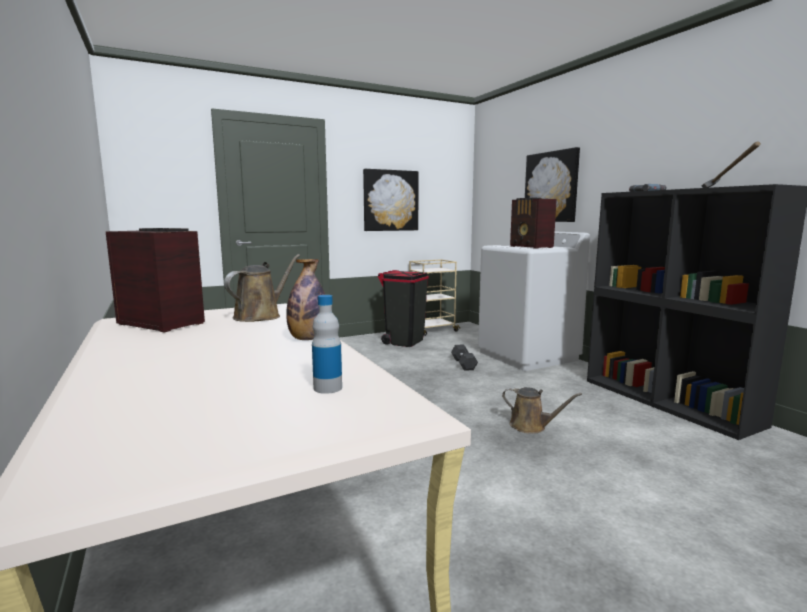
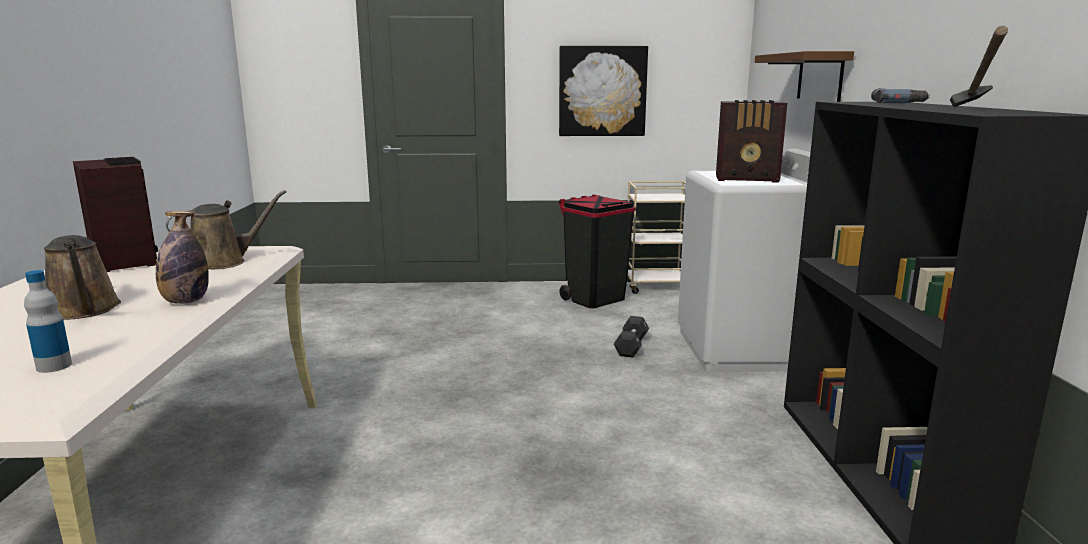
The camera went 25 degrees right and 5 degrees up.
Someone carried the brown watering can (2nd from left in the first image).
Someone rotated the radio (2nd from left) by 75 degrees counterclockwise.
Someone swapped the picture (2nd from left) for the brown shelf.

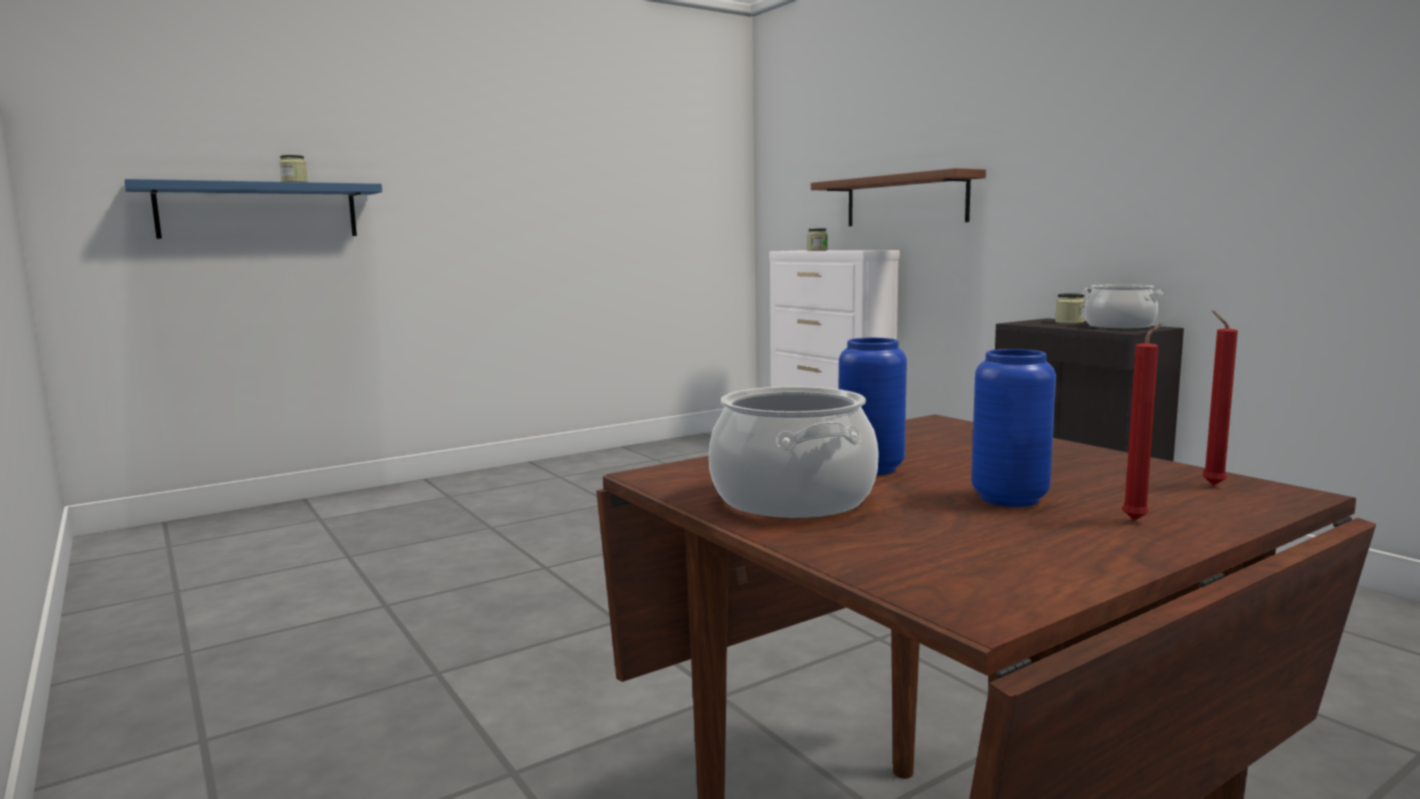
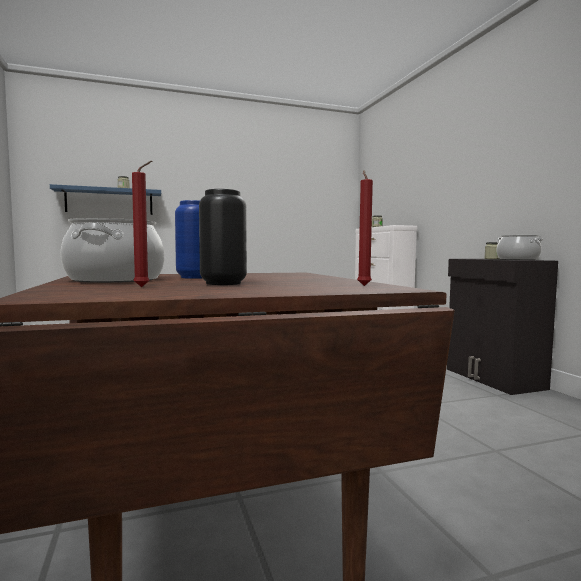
The camera went 15 degrees right and 5 degrees down.
Someone carried the red candle (1st from left).
Someone repainted the blue vase (2nd from left), which became the black vase.
Someone took away the brown shelf.

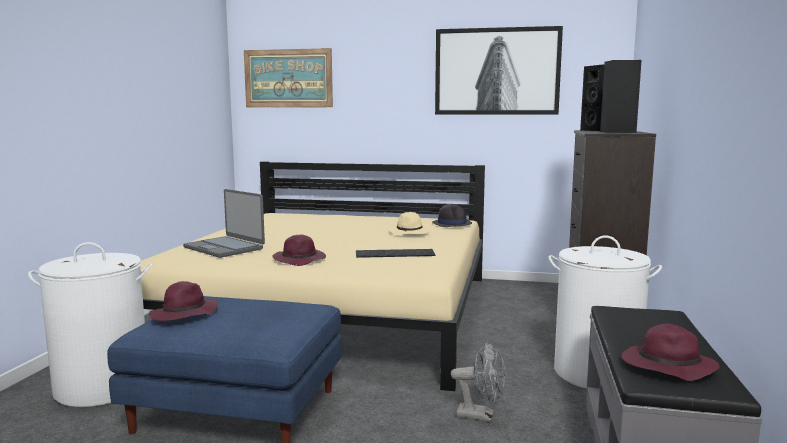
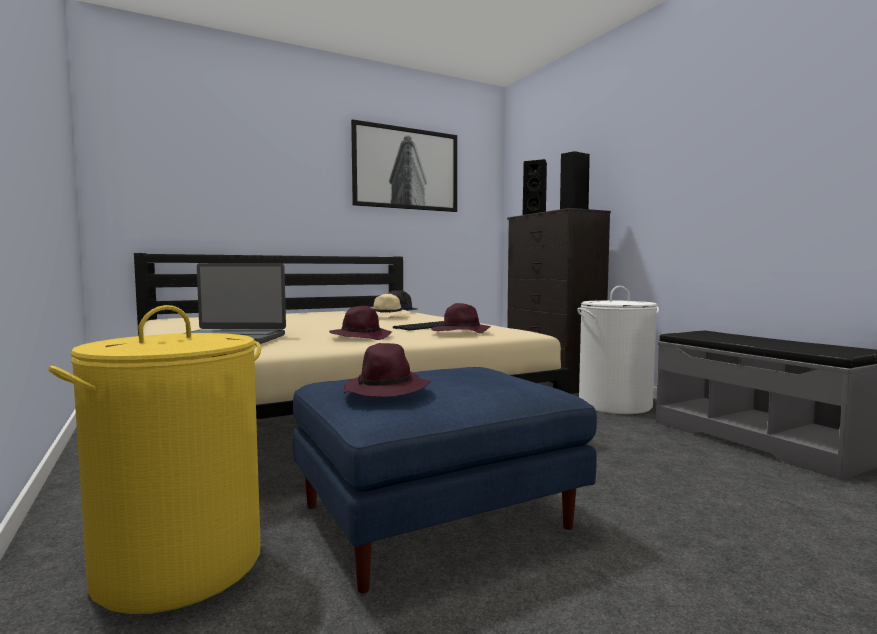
The camera went 40 degrees left and 5 degrees down.
Someone repainted the white laundry basket (1st from left), which became the yellow laundry basket.
Someone carried the purple hat (3rd from left).
Someone took away the picture (1st from left).
Someone took away the grey fan.

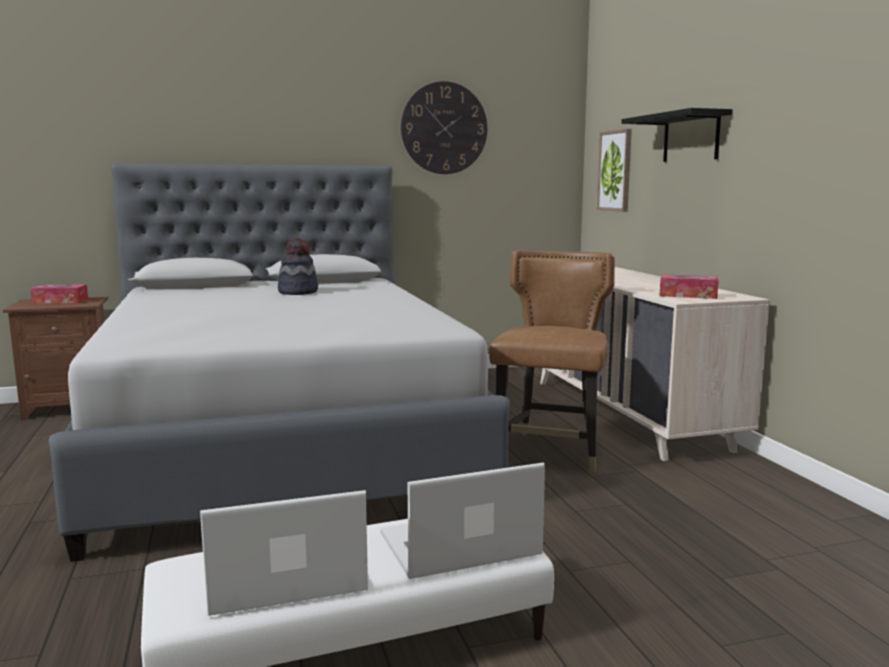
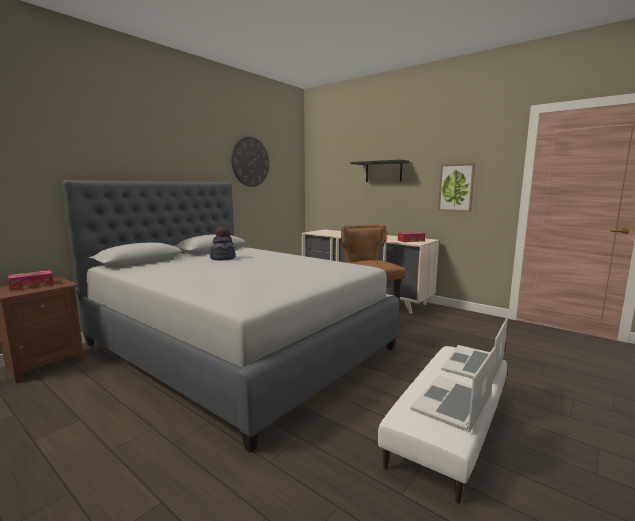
The camera went 35 degrees left and 0 degrees up.
Someone carried the picture.

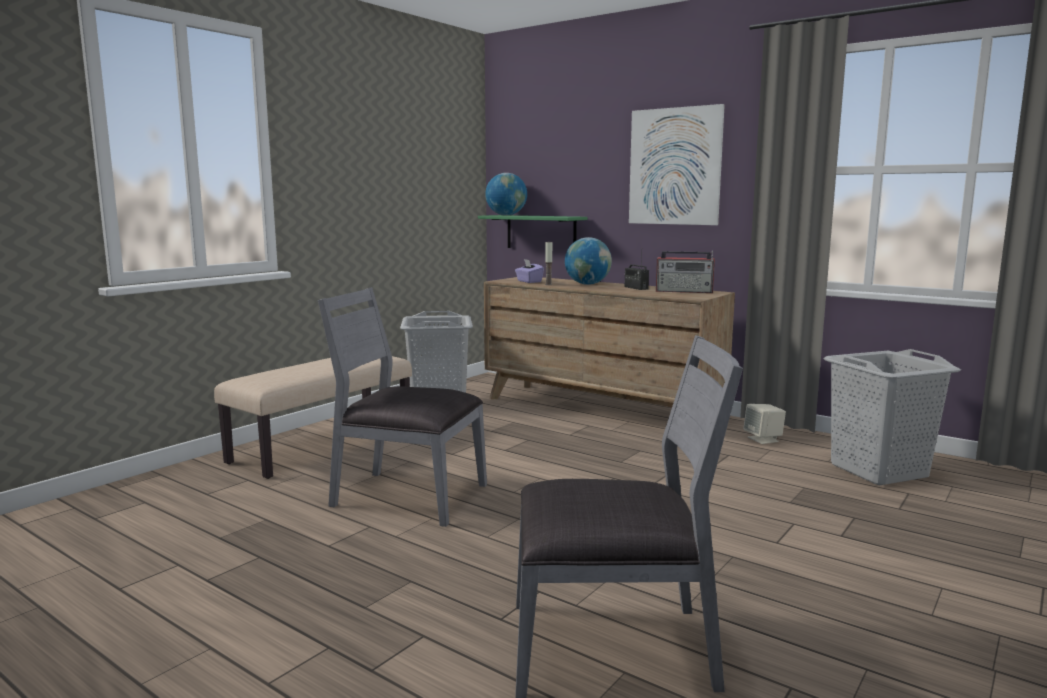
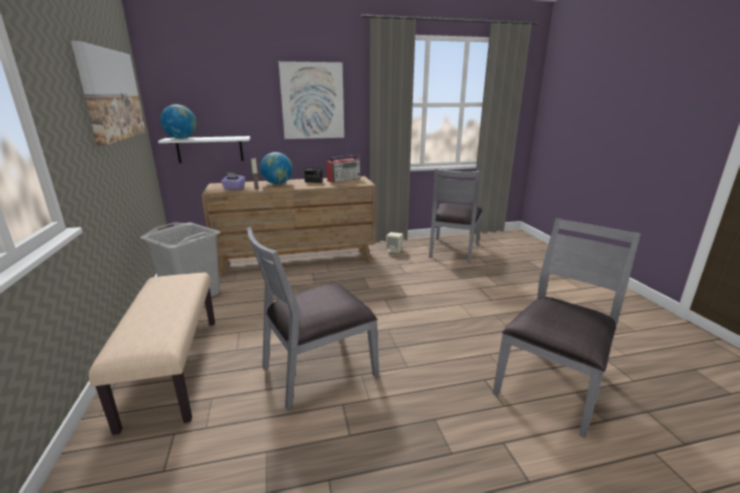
The camera went 50 degrees left and 10 degrees up.
Someone put up the picture (1st from left).
Someone repainted the green shelf, which became the white shelf.
Someone swapped the grey laundry basket (2nd from left) for the grey chair (2nd from left).

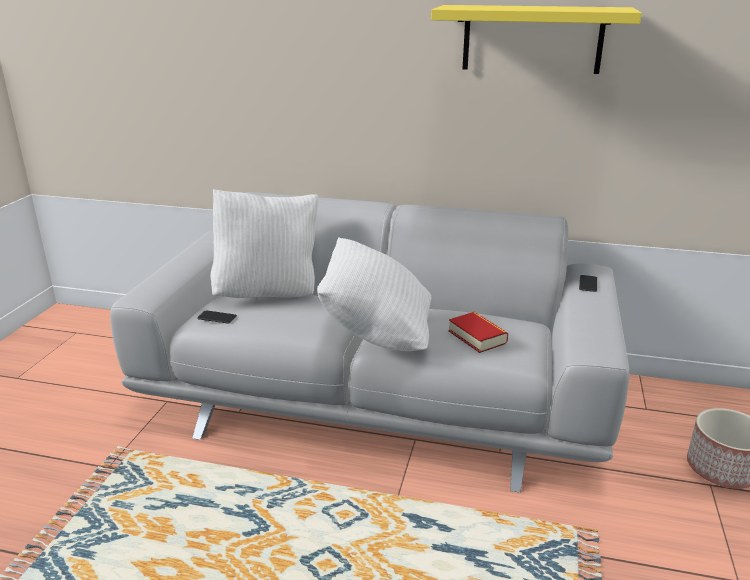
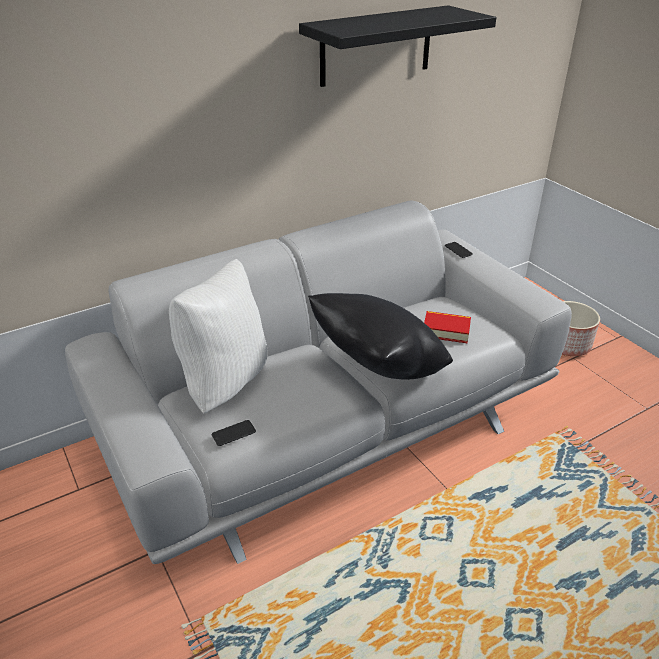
The camera went 45 degrees left and 10 degrees up.
Someone repainted the yellow shelf, which became the black shelf.
Someone repainted the white pillow (2nd from left), which became the black pillow.

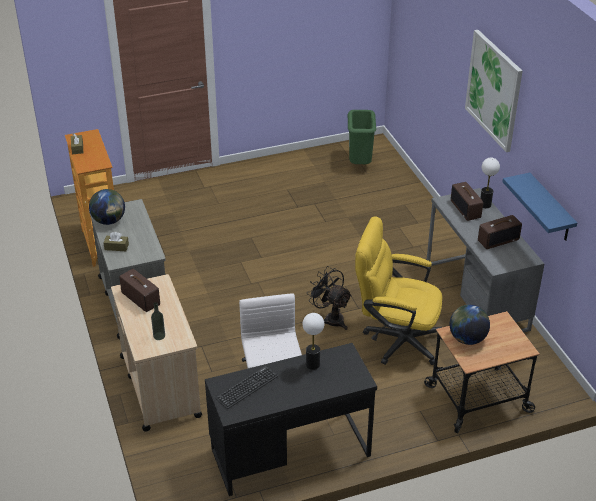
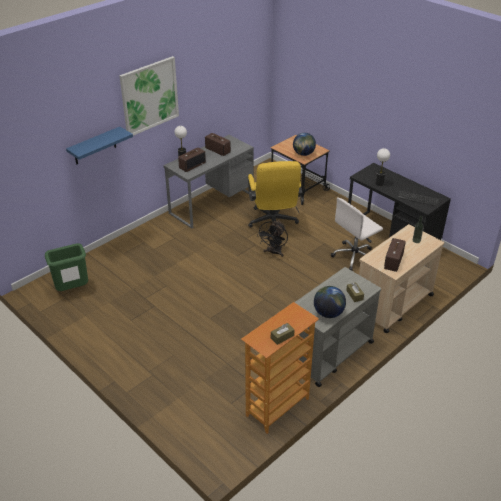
The camera went 115 degrees left and 0 degrees up.
Someone carried the blue shelf.

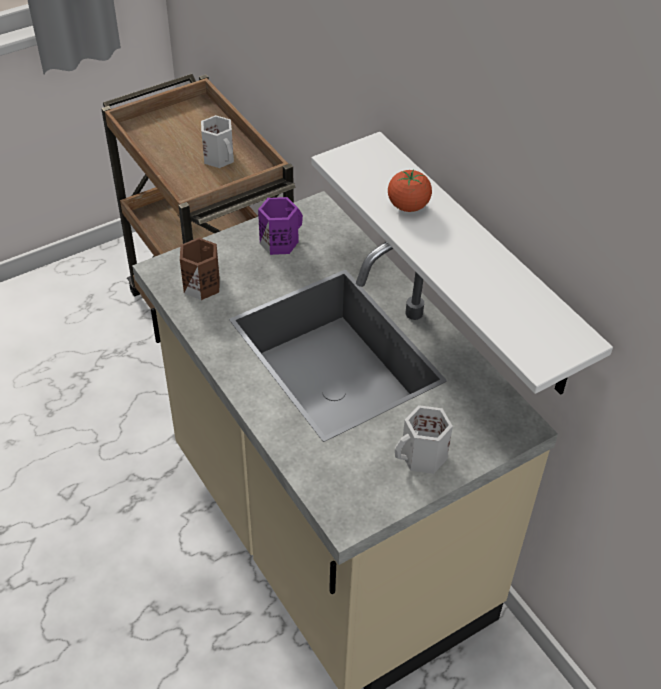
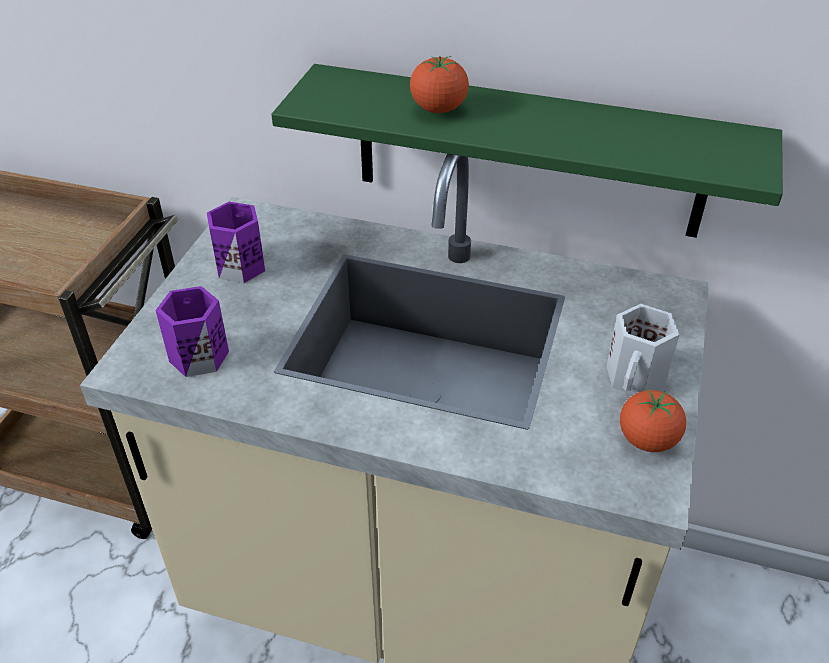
The camera went 40 degrees left and 5 degrees down.
Someone repainted the brown mug, which became the purple mug (1st from left).
Someone repainted the white shelf, which became the green shelf.
Someone put down the tomato (2nd from left).
Someone took away the white mug (1st from left).

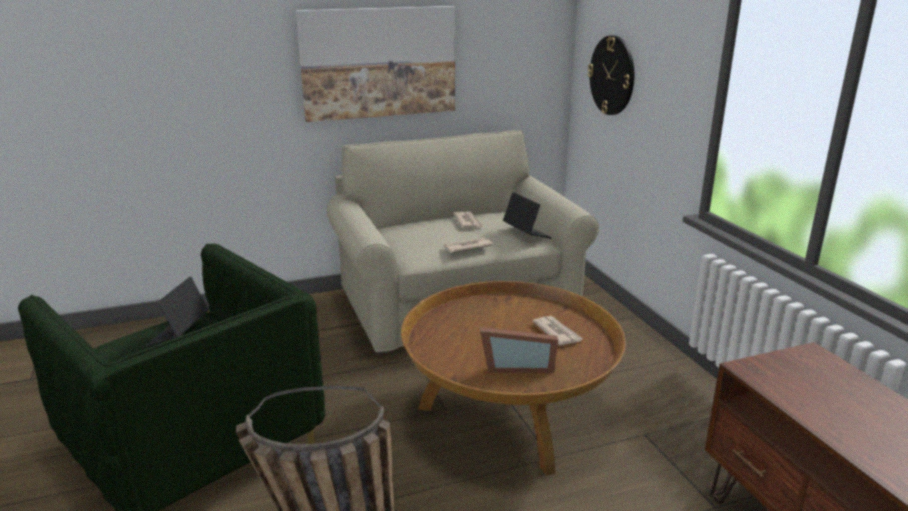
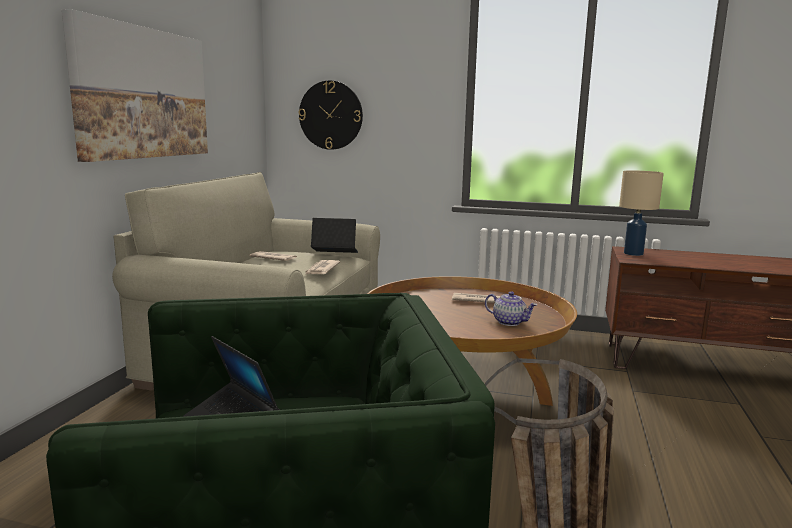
The camera went 55 degrees left and 10 degrees down.
Someone swapped the picture frame for the teapot.
Someone put down the beige table lamp.

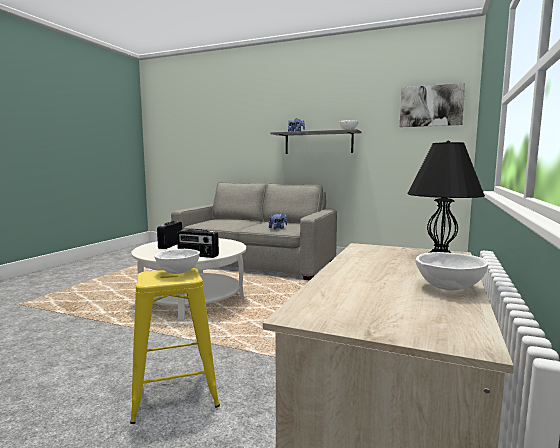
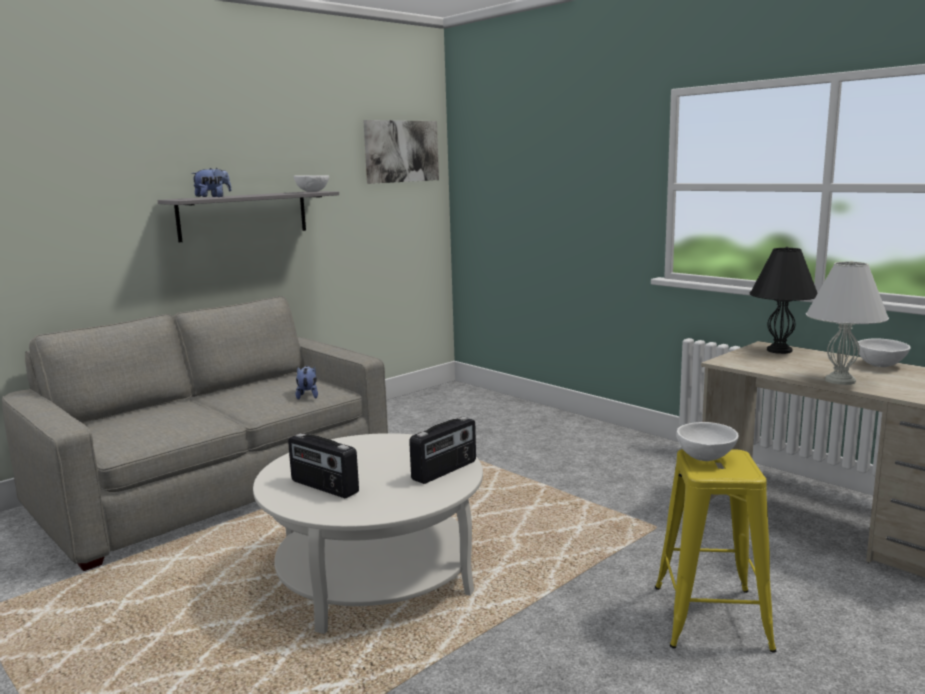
The camera went 65 degrees left and 5 degrees up.
Someone put down the white table lamp.

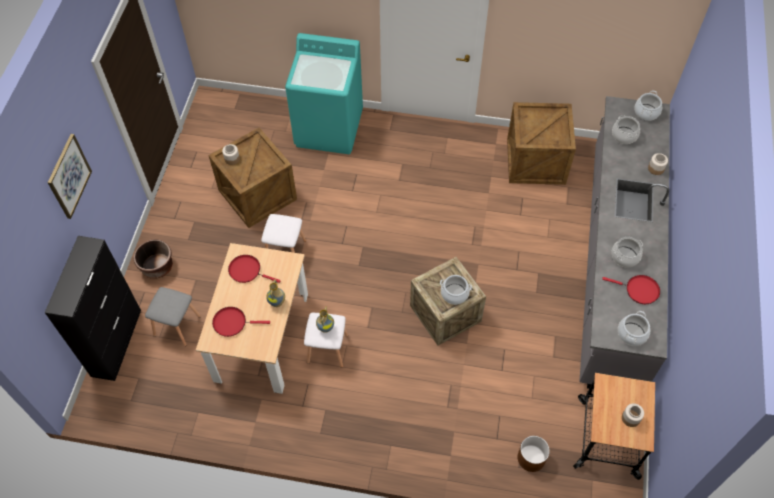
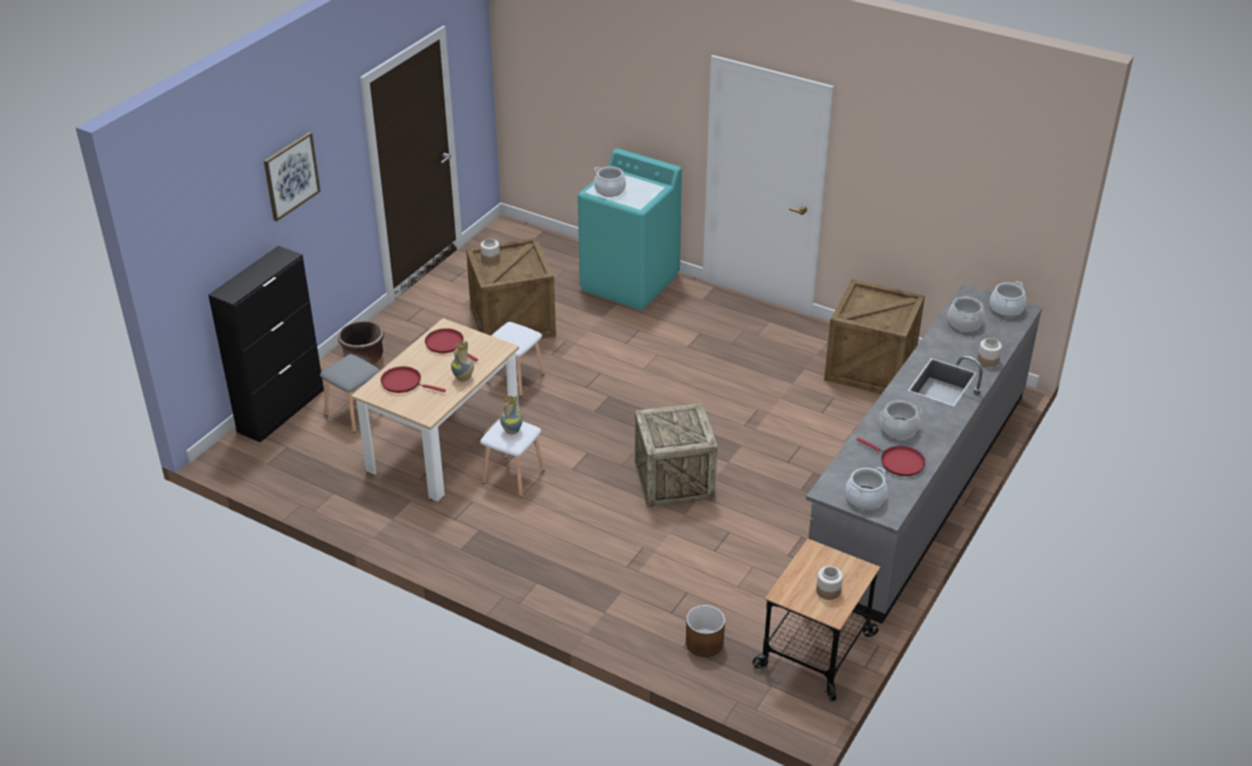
The camera went 20 degrees right and 20 degrees down.
Someone carried the cooking pot (1st from left).

